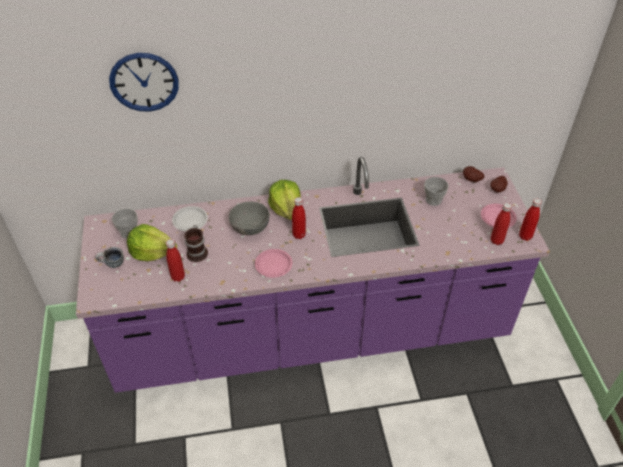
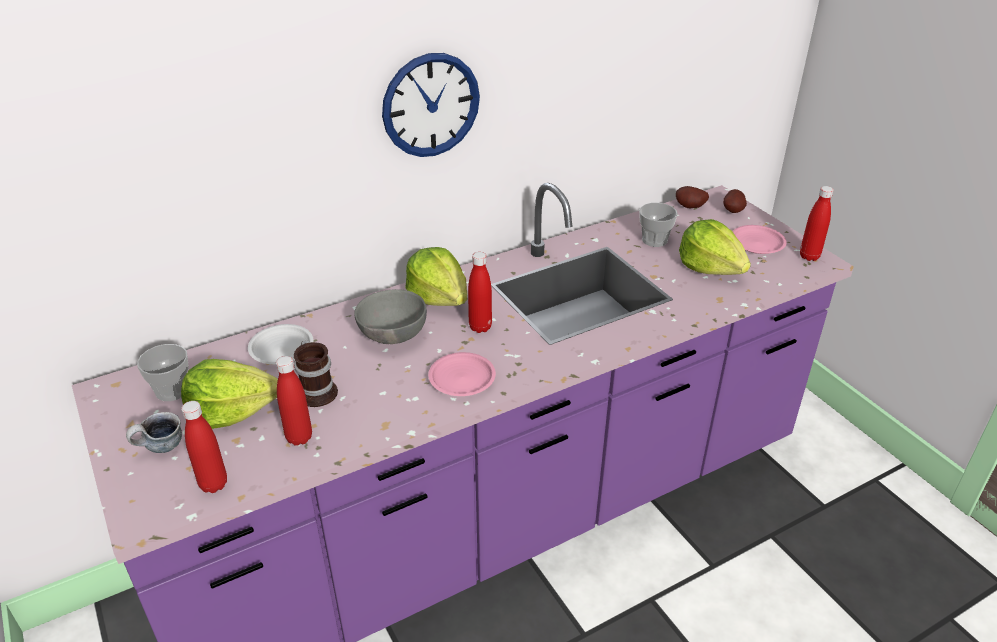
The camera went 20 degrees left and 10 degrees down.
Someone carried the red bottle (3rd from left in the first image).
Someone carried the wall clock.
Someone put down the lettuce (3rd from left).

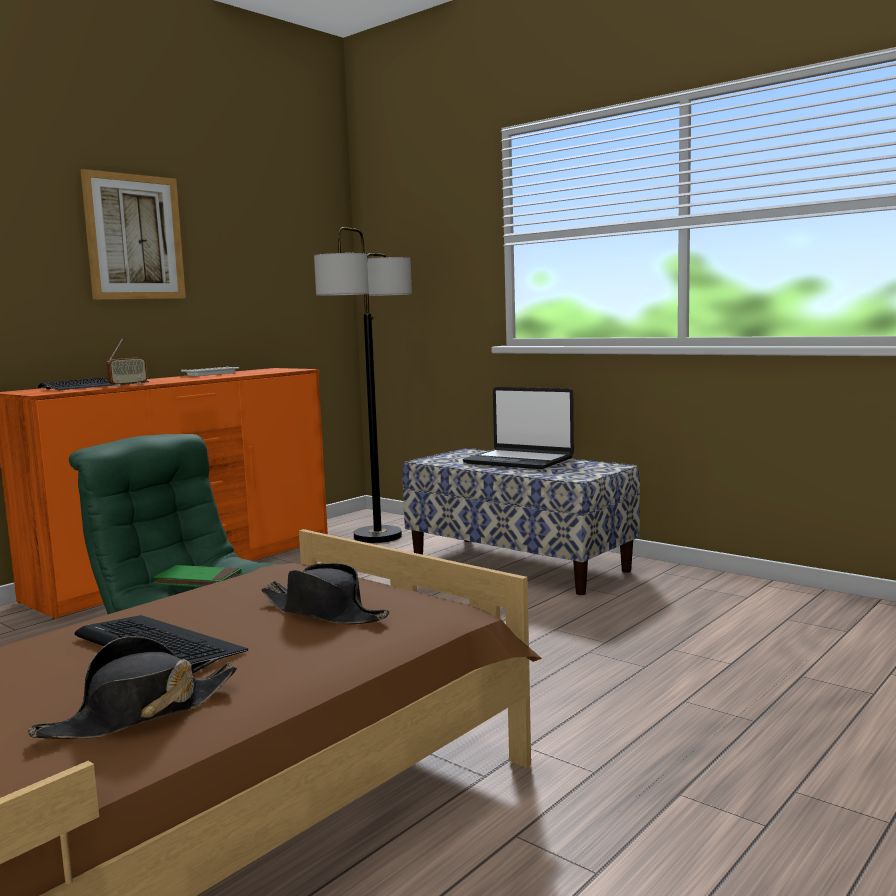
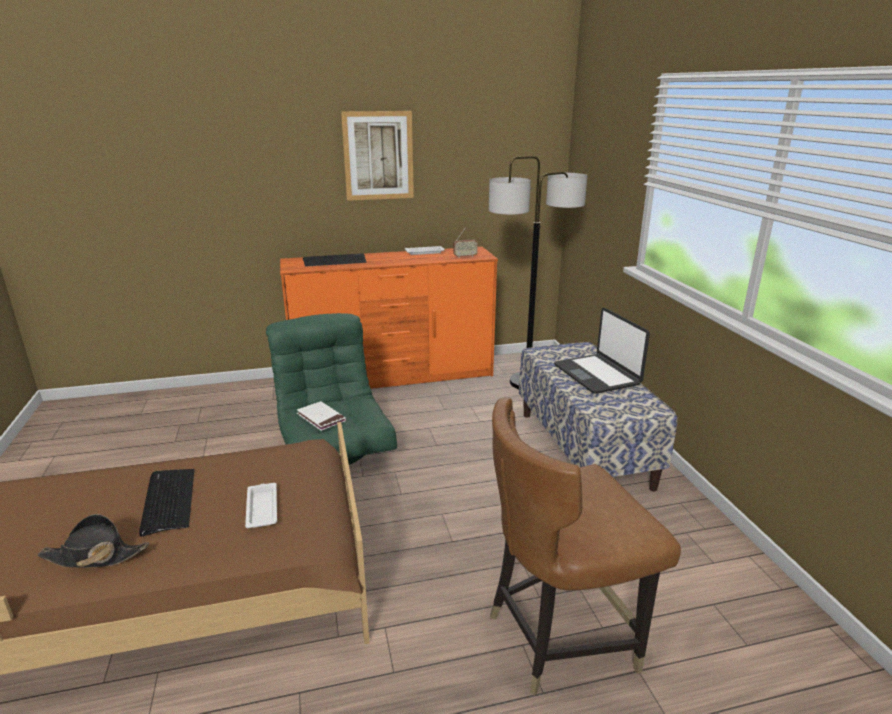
The camera went 35 degrees right and 15 degrees up.
Someone swapped the black hat (2nd from left) for the white tray (1st from left).
Someone repainted the green book, which became the white book.
Someone carried the radio.
Someone put down the brown chair.

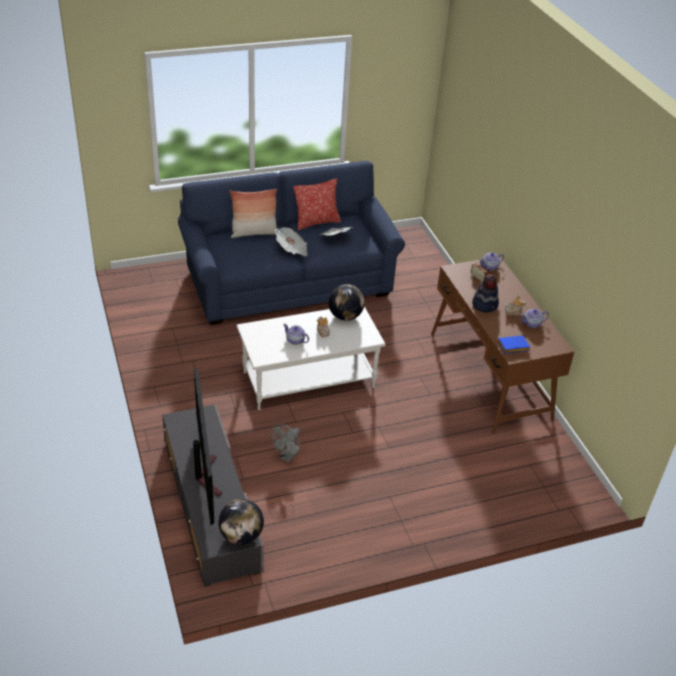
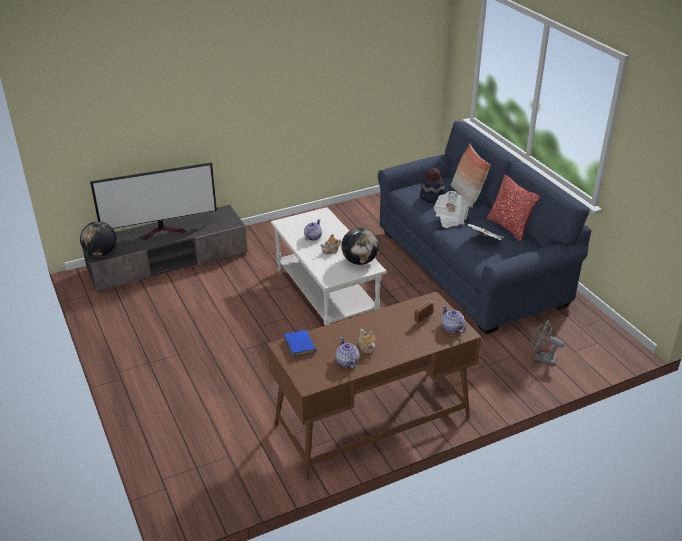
The camera went 85 degrees right and 5 degrees down.
Someone carried the hat.
Someone carried the grey fan.

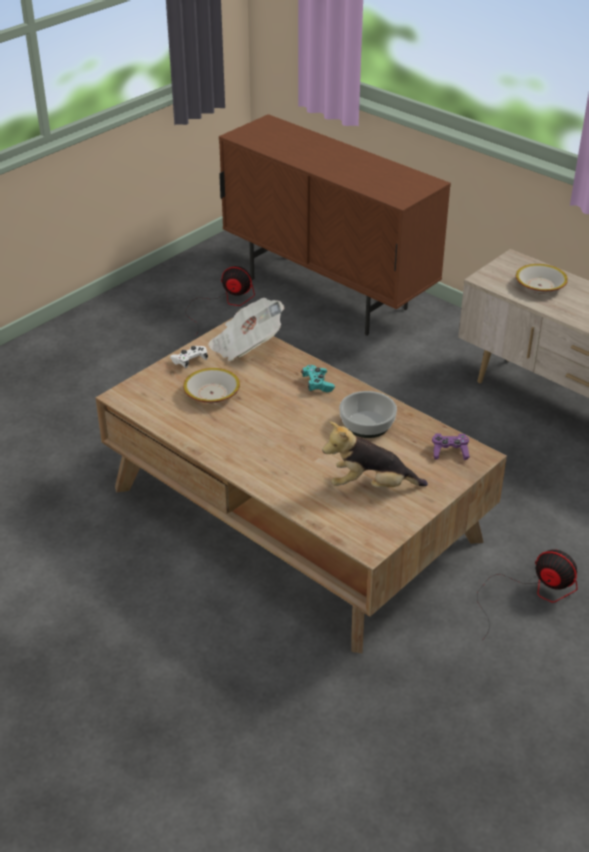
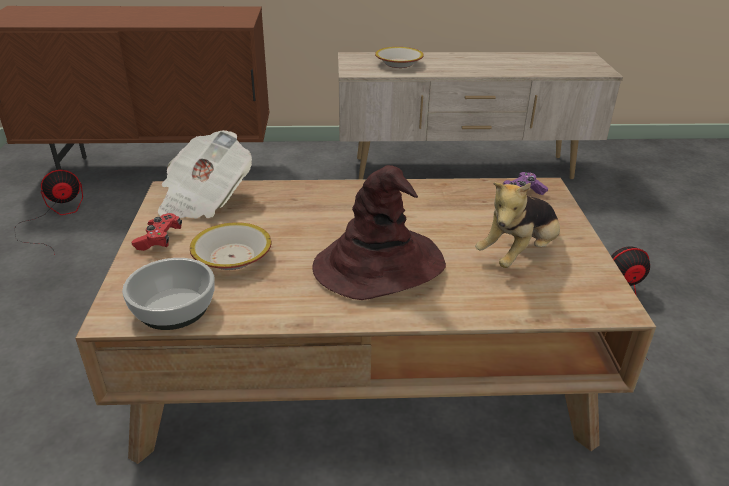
The camera went 45 degrees left and 5 degrees down.
Someone carried the bowl (2nd from left in the first image).
Someone repainted the white game controller, which became the red game controller.
Someone put down the brown hat.
Someone took away the turquoise game controller.

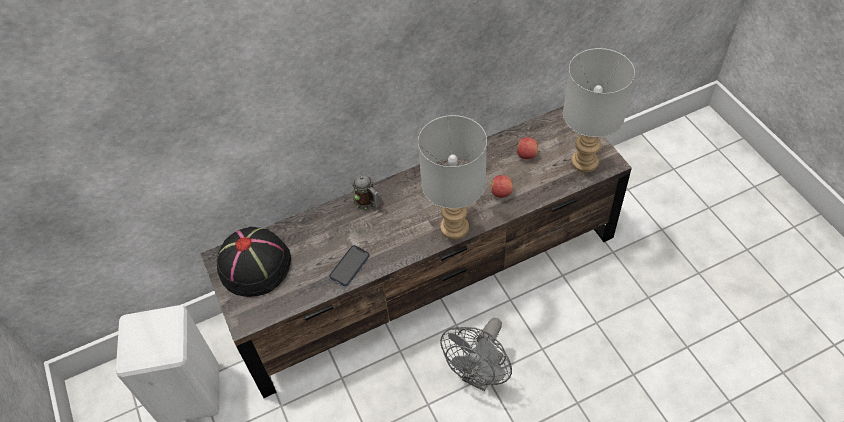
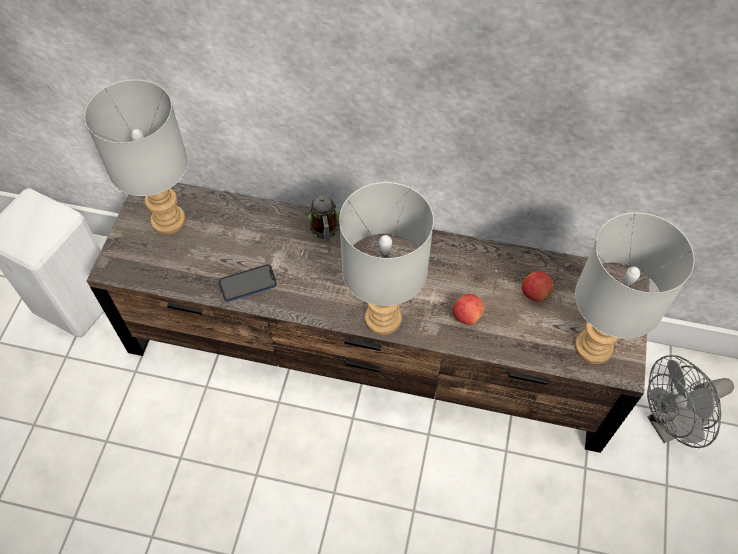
The camera went 35 degrees right and 5 degrees up.
Someone swapped the black hat for the grey table lamp (1st from left).
Someone carried the grey fan.

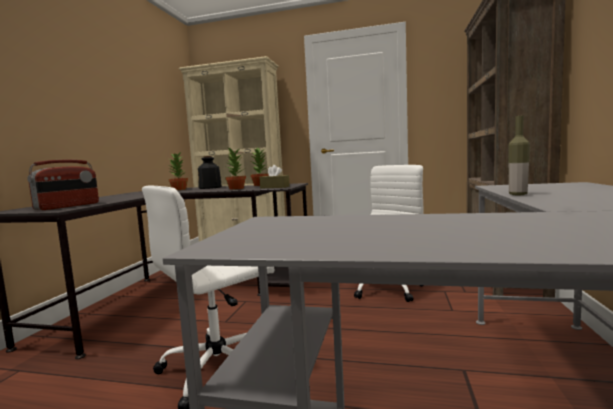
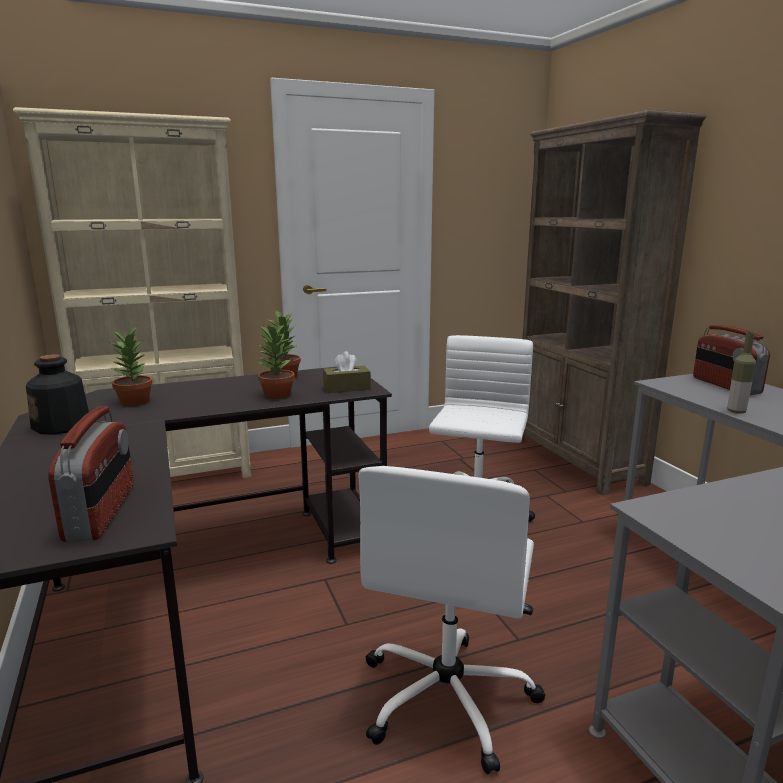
The camera went 35 degrees left and 10 degrees up.
Someone carried the bottle (1st from left).
Someone put down the radio (2nd from left).

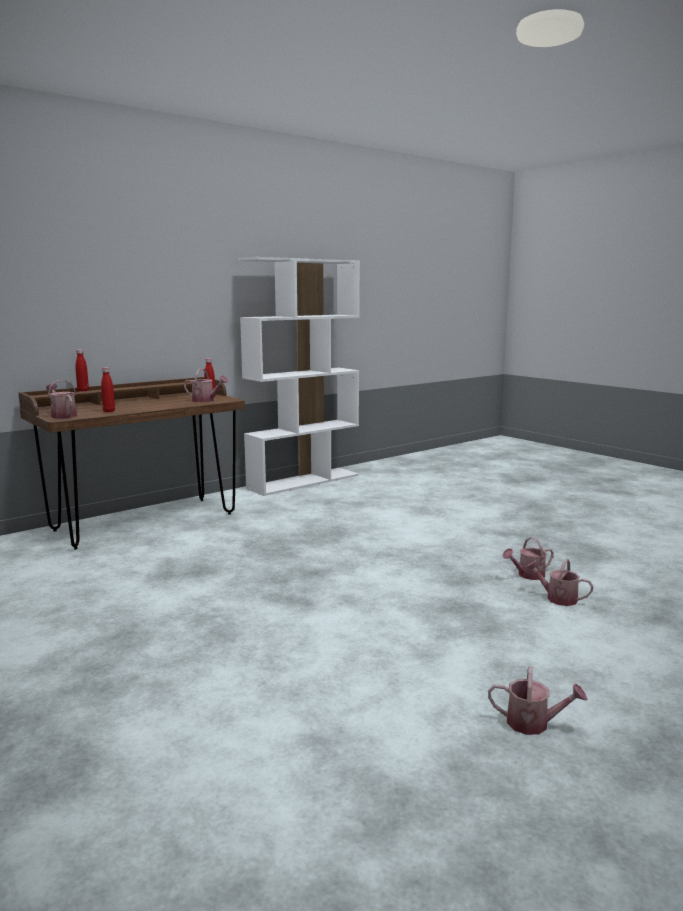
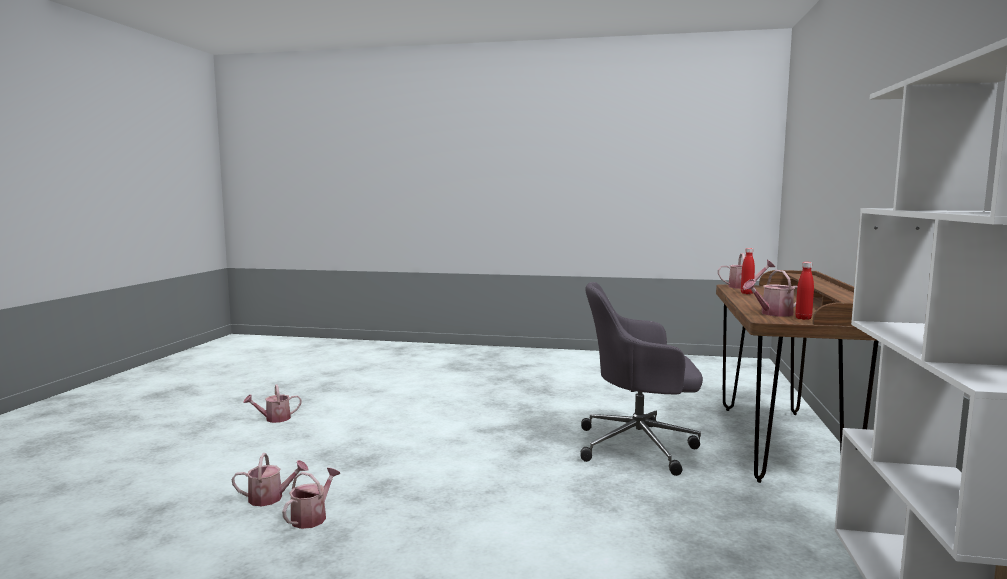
The camera went 140 degrees right and 5 degrees down.
Someone put down the grey office chair.
Someone took away the red bottle (1st from left).

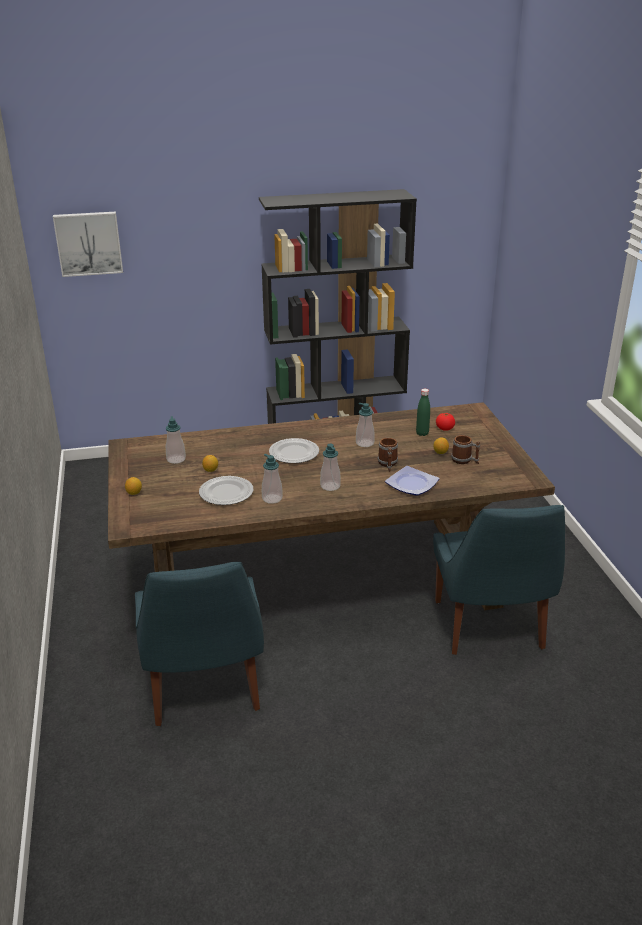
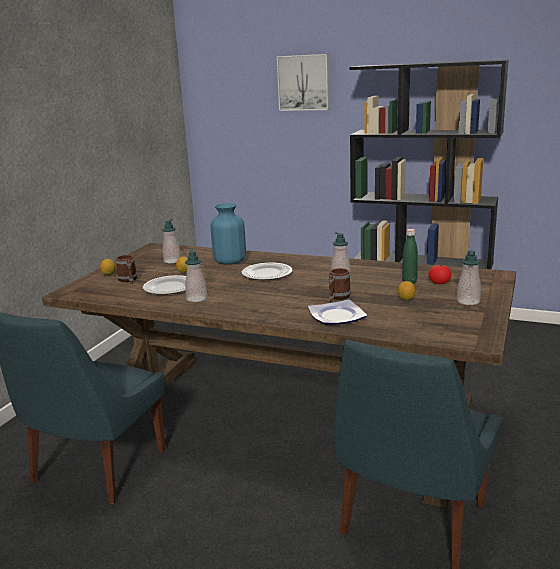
The camera went 35 degrees right and 10 degrees down.
Someone carried the mug (2nd from left in the first image).
Someone put down the blue vase.
Someone carried the picture.
Someone carried the soap dispenser (3rd from left in the first image).

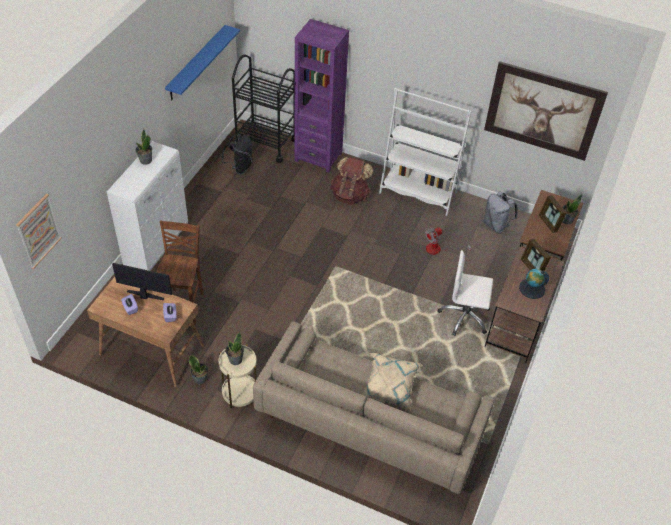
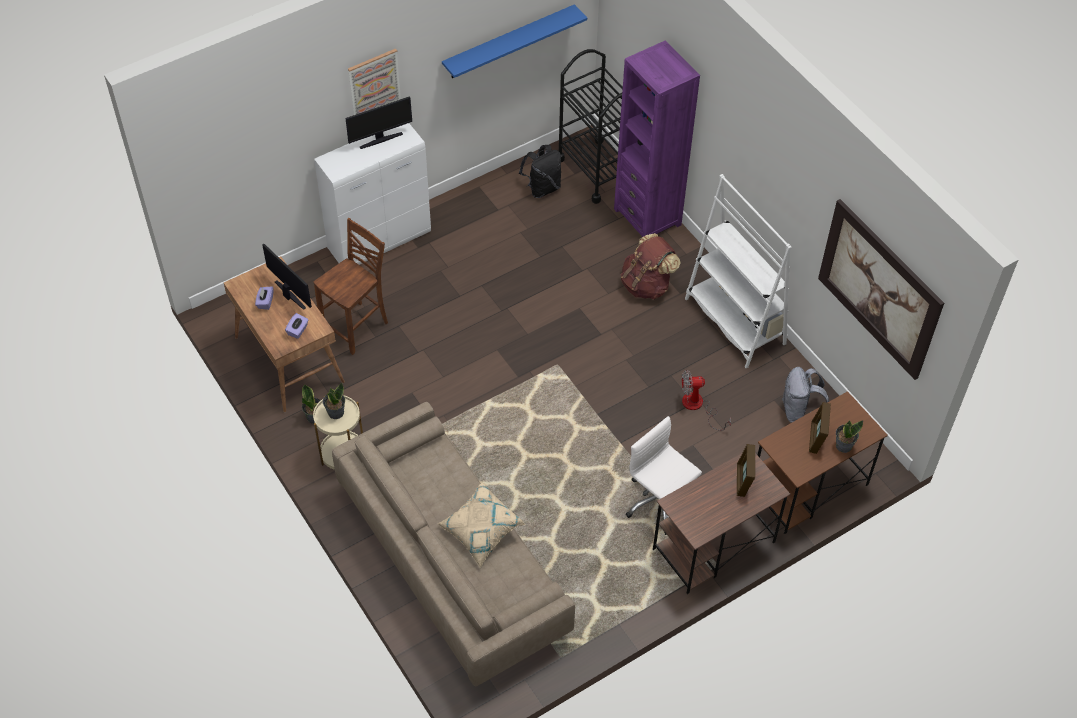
The camera went 35 degrees right and 5 degrees up.
Someone swapped the potted plant (1st from left) for the monitor (2nd from left).
Someone carried the picture (1st from left).
Someone took away the globe.

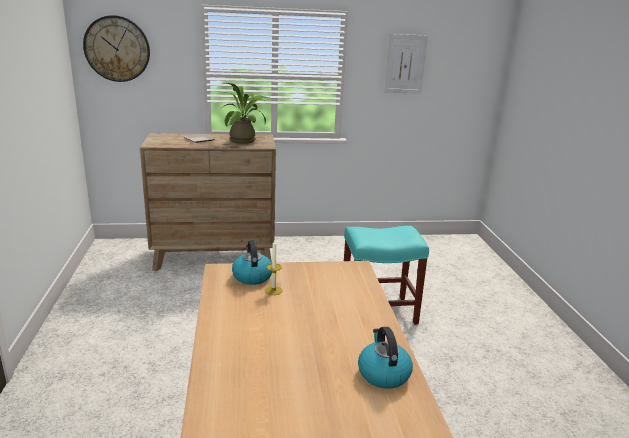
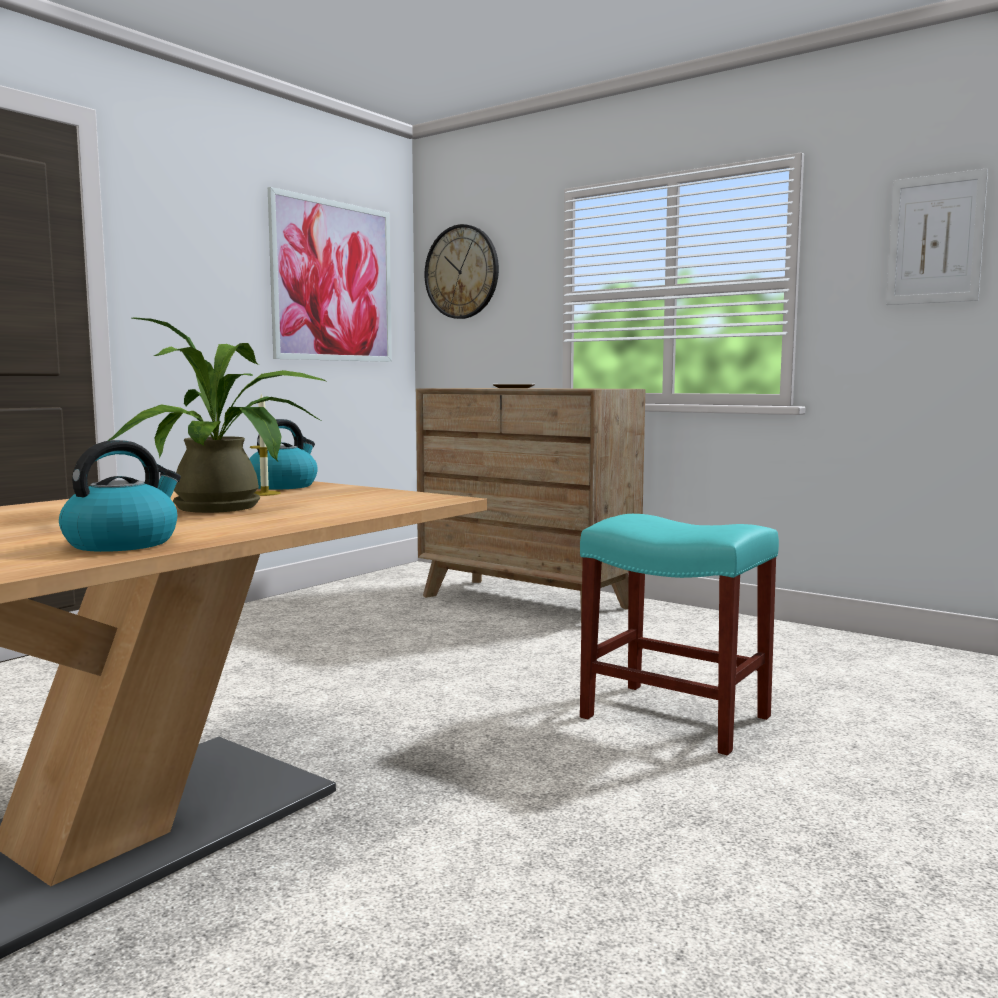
The camera went 45 degrees right and 15 degrees down.
Someone carried the potted plant.
Someone put up the picture (1st from left).

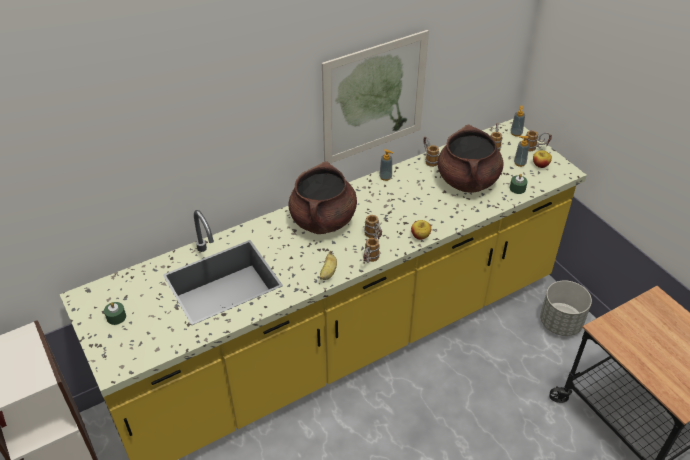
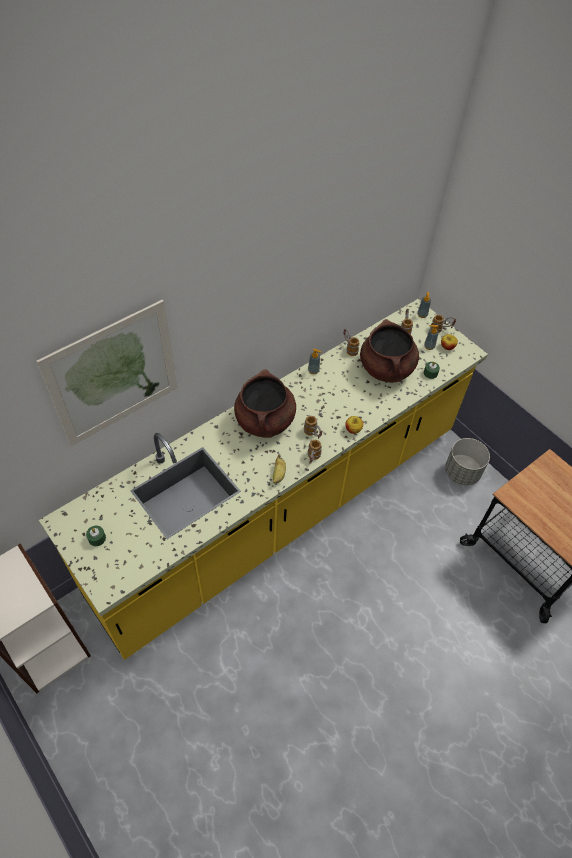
The camera went 10 degrees left and 10 degrees up.
Someone carried the picture.

